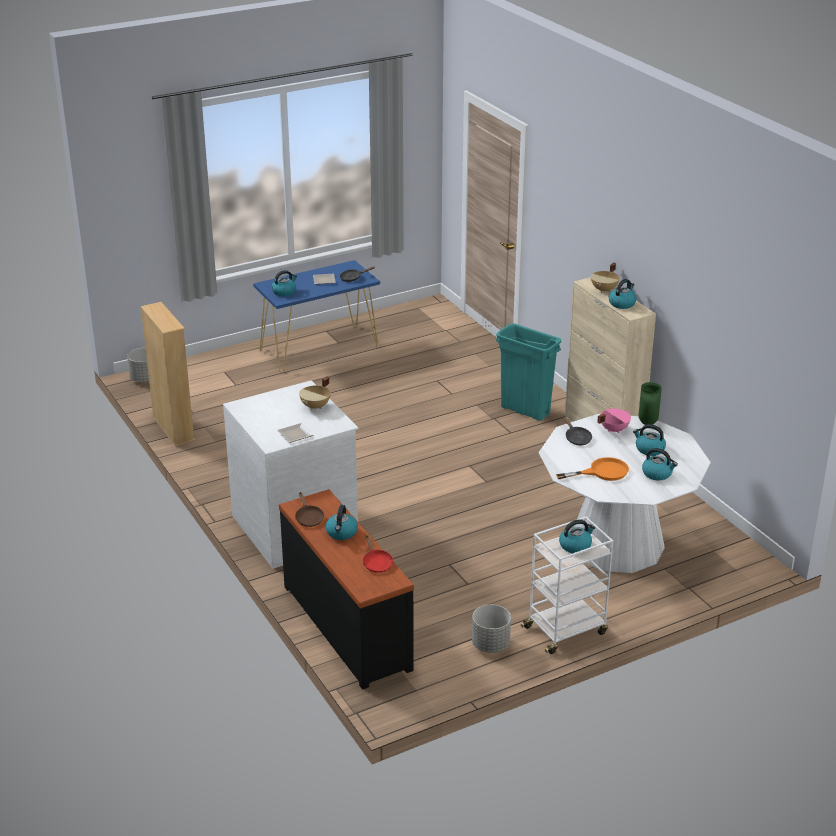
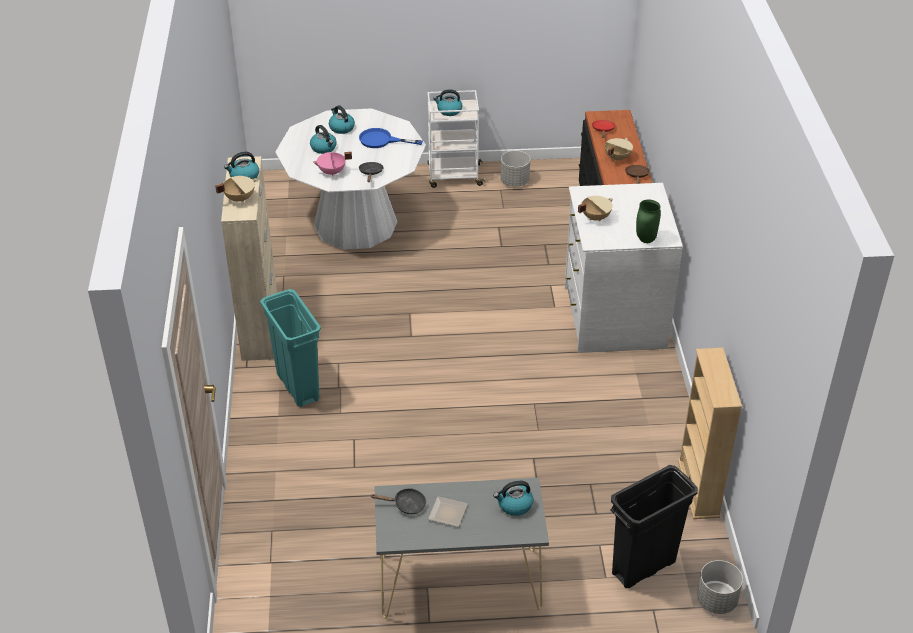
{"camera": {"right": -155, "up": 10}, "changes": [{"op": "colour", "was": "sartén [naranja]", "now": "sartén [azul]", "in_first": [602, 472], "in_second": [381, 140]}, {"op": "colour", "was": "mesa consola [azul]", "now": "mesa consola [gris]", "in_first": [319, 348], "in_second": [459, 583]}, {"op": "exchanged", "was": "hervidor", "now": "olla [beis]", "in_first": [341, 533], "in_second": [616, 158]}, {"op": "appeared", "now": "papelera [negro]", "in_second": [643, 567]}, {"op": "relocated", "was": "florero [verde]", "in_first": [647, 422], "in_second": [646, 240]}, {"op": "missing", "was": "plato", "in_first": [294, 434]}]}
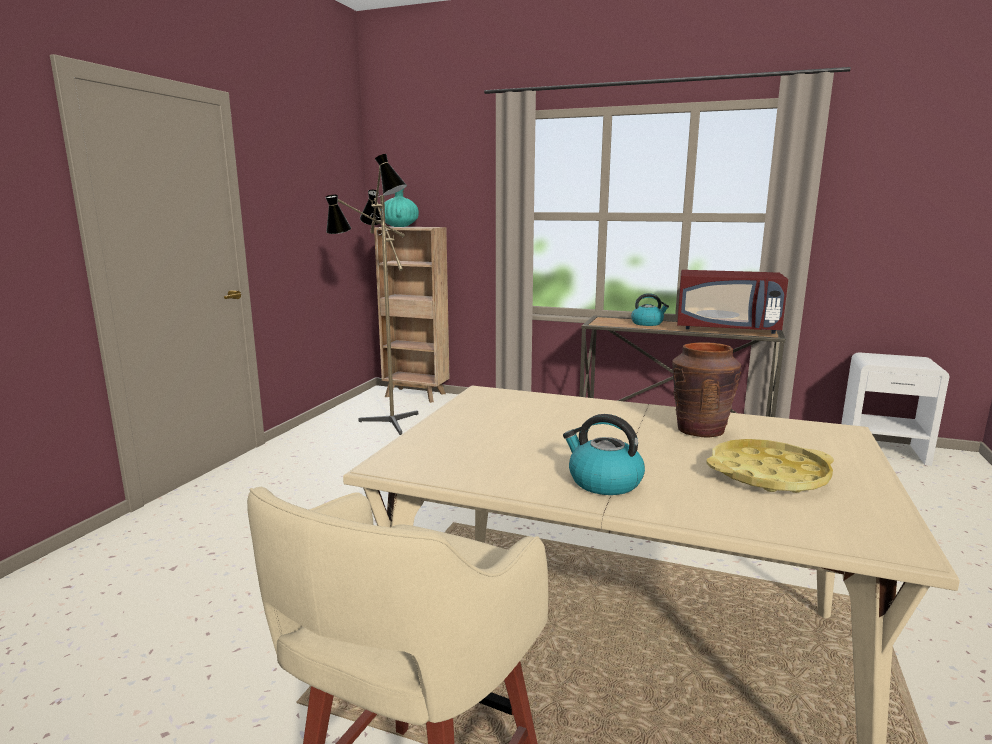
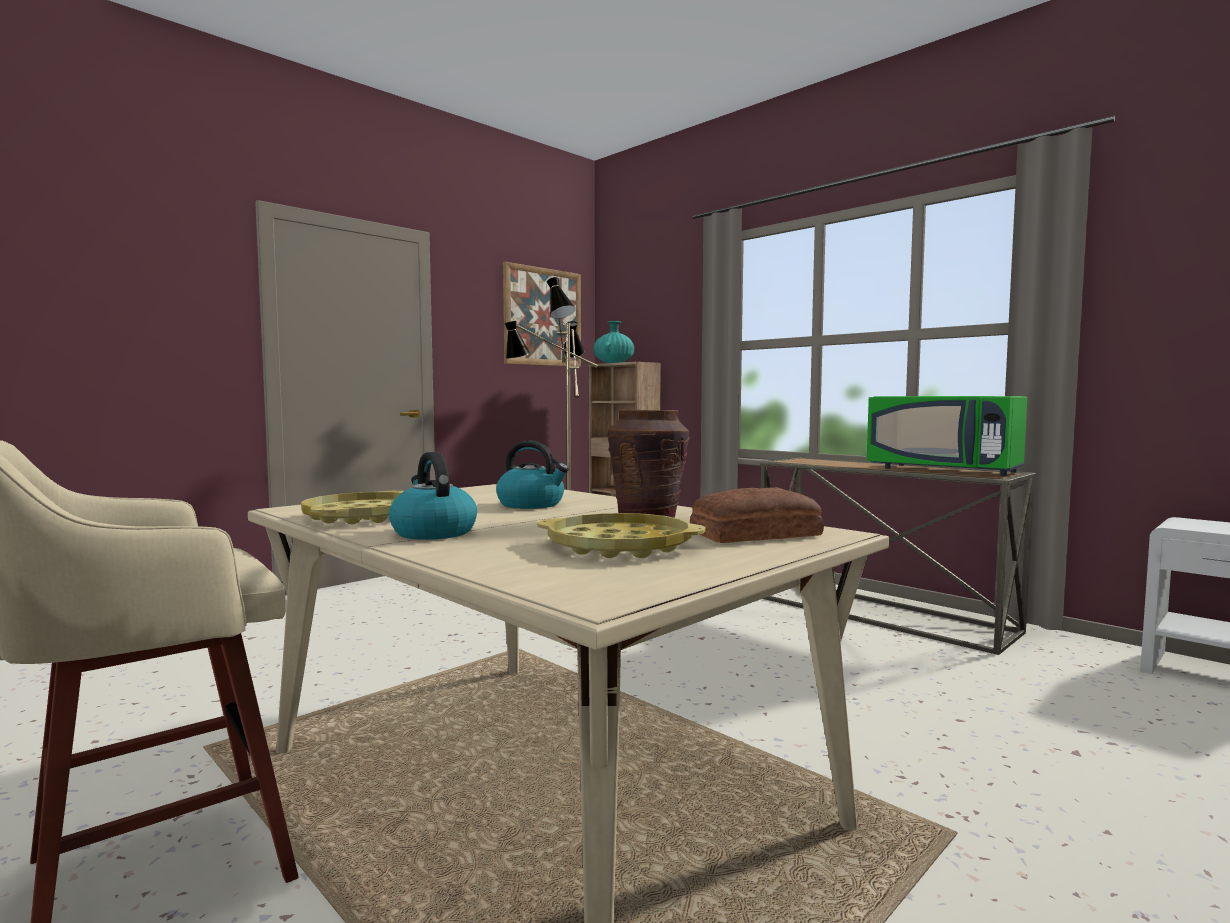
{"camera": {"right": 25, "up": -10}, "changes": [{"op": "appeared", "now": "bandeja [amarillo]", "in_second": [364, 517]}, {"op": "relocated", "was": "hervidor", "in_first": [647, 323], "in_second": [532, 504]}, {"op": "appeared", "now": "cuadro", "in_second": [542, 317]}, {"op": "appeared", "now": "pan", "in_second": [753, 534]}, {"op": "colour", "was": "microondas [rojo]", "now": "microondas [verde]", "in_first": [727, 329], "in_second": [944, 470]}]}
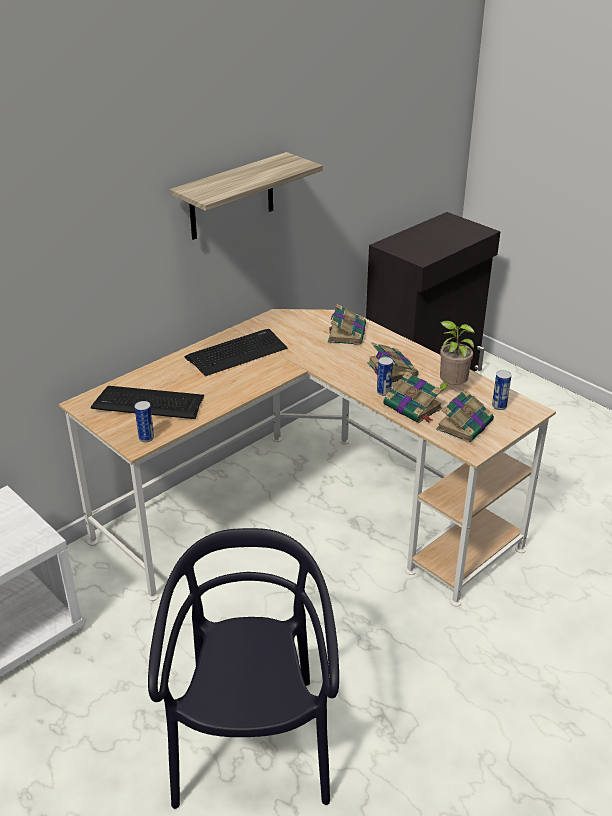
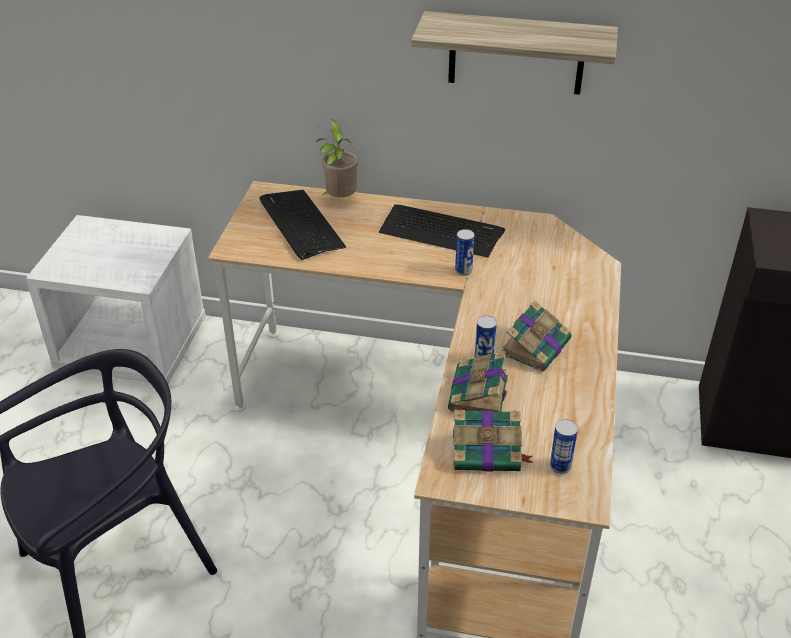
{"camera": {"right": 55, "up": 5}, "changes": [{"op": "relocated", "was": "planta en maceta", "in_first": [450, 388], "in_second": [339, 199]}, {"op": "relocated", "was": "lata", "in_first": [146, 438], "in_second": [463, 271]}, {"op": "missing", "was": "libro", "in_first": [347, 333]}]}
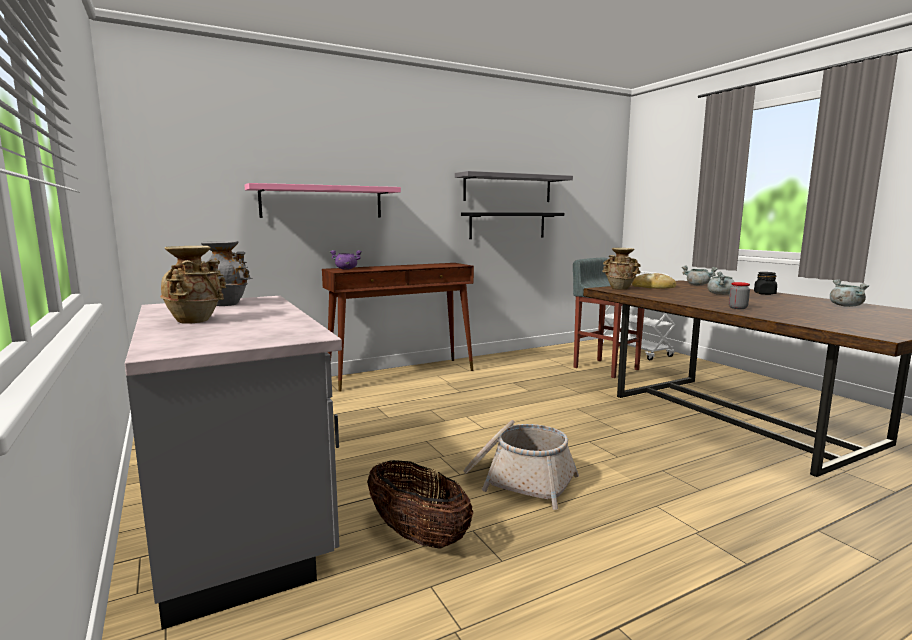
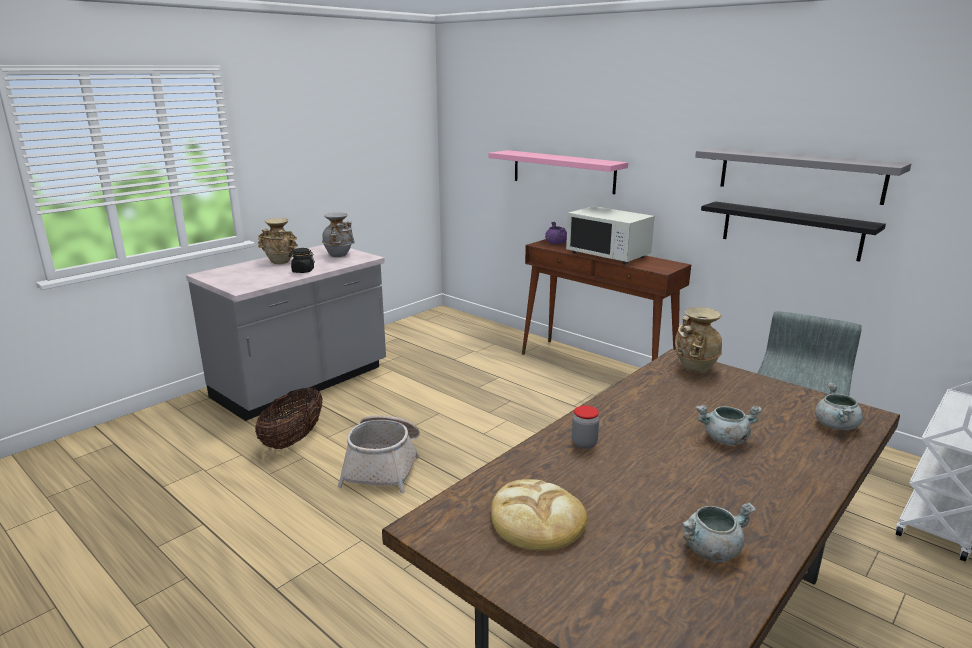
{"camera": {"right": 70, "up": 10}, "changes": [{"op": "relocated", "was": "tarro [negro]", "in_first": [764, 293], "in_second": [303, 271]}, {"op": "relocated", "was": "pan", "in_first": [654, 286], "in_second": [536, 520]}, {"op": "appeared", "now": "microondas [blanco]", "in_second": [608, 255]}]}
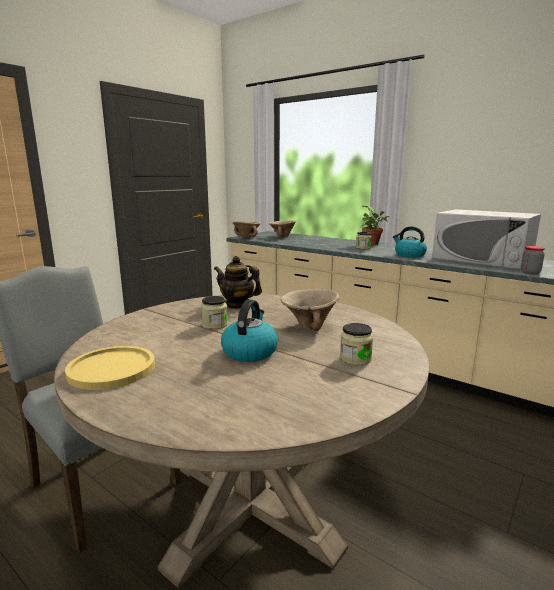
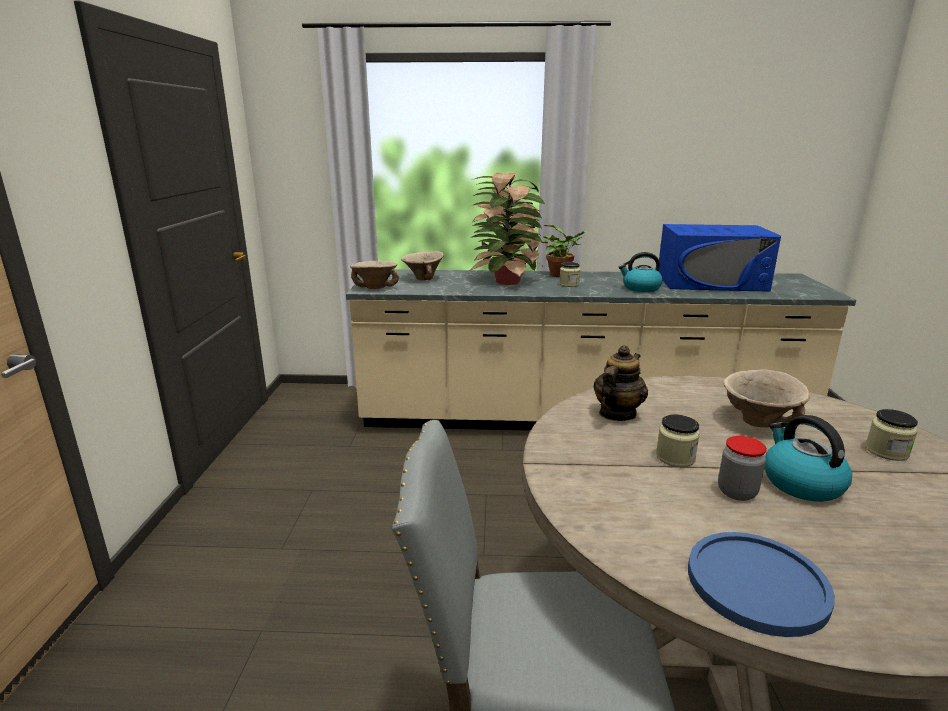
{"camera": {"right": -35, "up": 5}, "changes": [{"op": "appeared", "now": "planta en maceta", "in_second": [506, 281]}, {"op": "spun", "was": "tetera", "in_first": [237, 304], "in_second": [616, 414], "clockwise": 135}, {"op": "colour", "was": "microondas [blanco]", "now": "microondas [azul]", "in_first": [482, 259], "in_second": [711, 282]}, {"op": "colour", "was": "plato [amarillo]", "now": "plato [azul]", "in_first": [111, 369], "in_second": [756, 583]}, {"op": "relocated", "was": "tarro", "in_first": [530, 272], "in_second": [737, 492]}]}
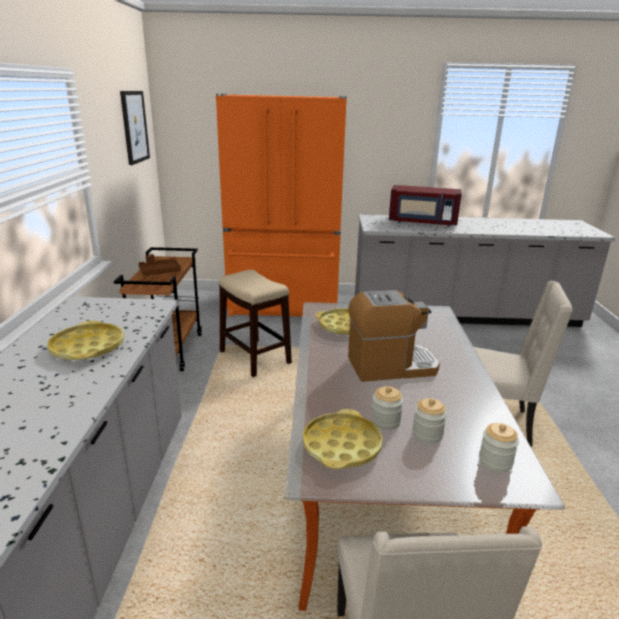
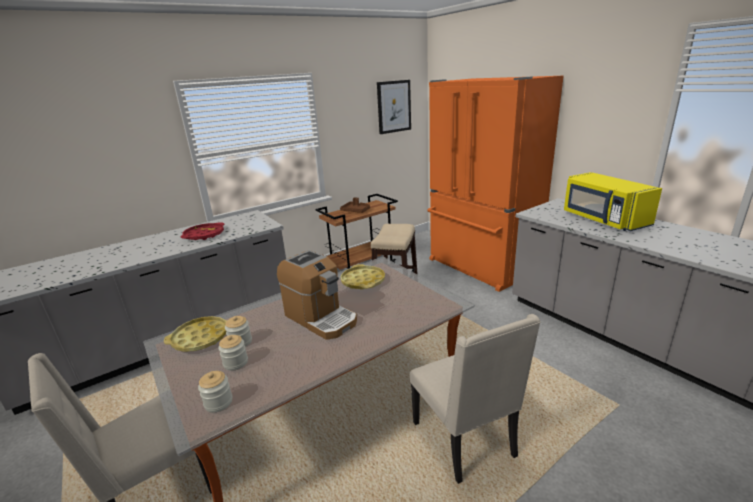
{"camera": {"right": 55, "up": 0}, "changes": [{"op": "colour", "was": "bandeja [amarillo]", "now": "bandeja [rojo]", "in_first": [87, 347], "in_second": [204, 235]}, {"op": "colour", "was": "microondas [rojo]", "now": "microondas [amarillo]", "in_first": [422, 223], "in_second": [603, 220]}]}
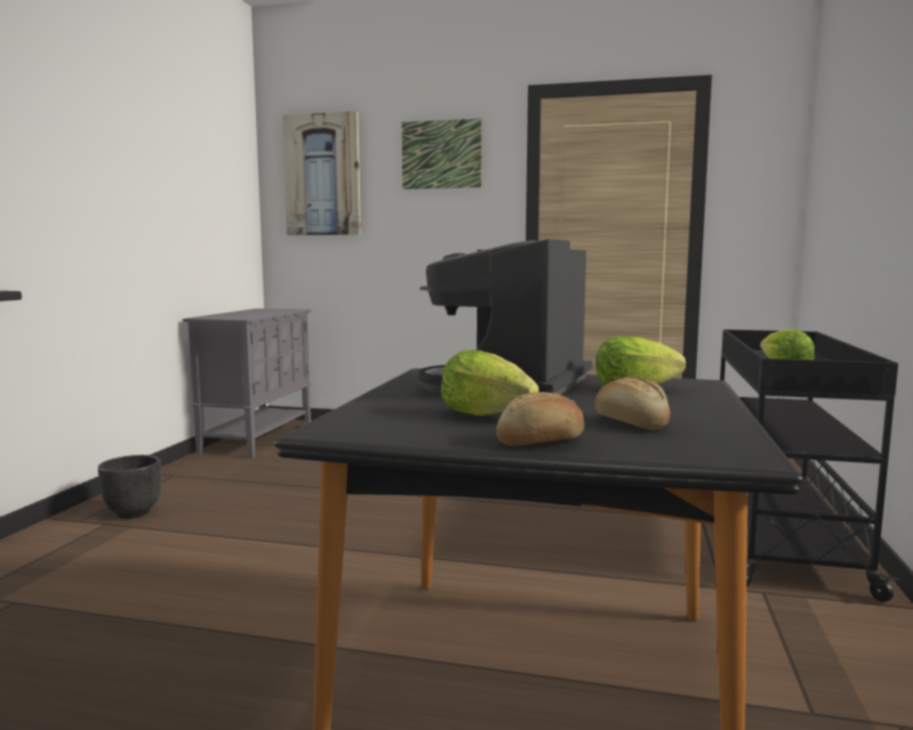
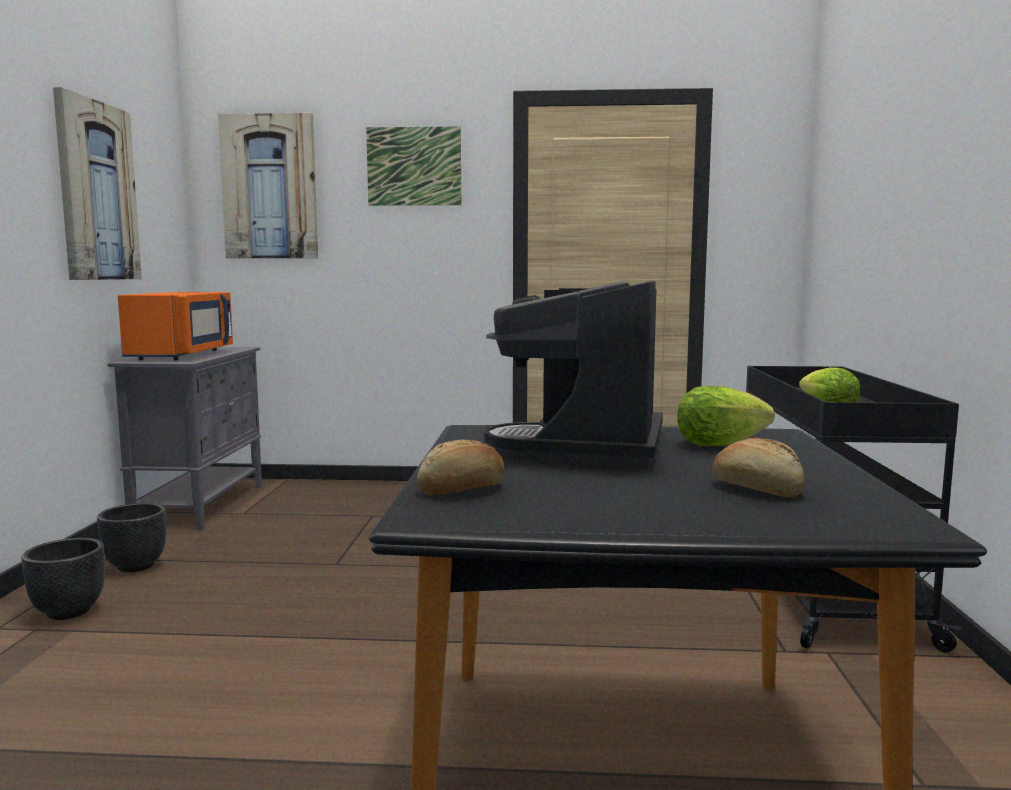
{"camera": {"right": -10, "up": 0}, "changes": [{"op": "appeared", "now": "cuadro", "in_second": [97, 191]}, {"op": "appeared", "now": "maceta [negro]", "in_second": [136, 566]}, {"op": "appeared", "now": "microondas [naranja]", "in_second": [184, 355]}, {"op": "relocated", "was": "pan", "in_first": [542, 442], "in_second": [463, 490]}, {"op": "missing", "was": "lechuga", "in_first": [485, 415]}]}
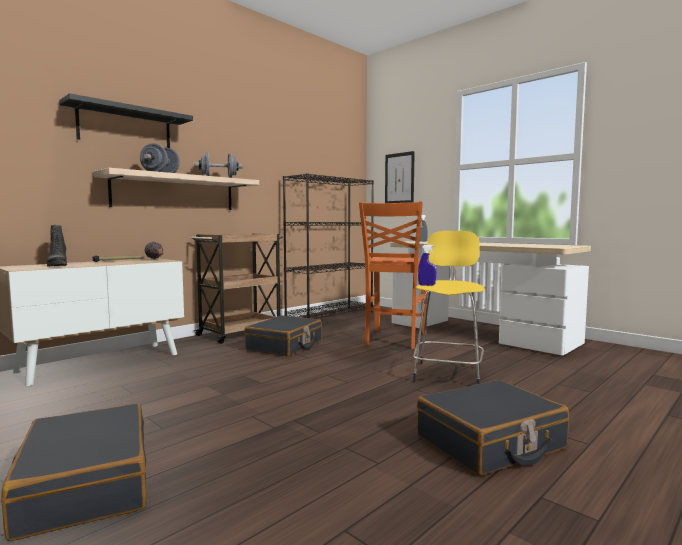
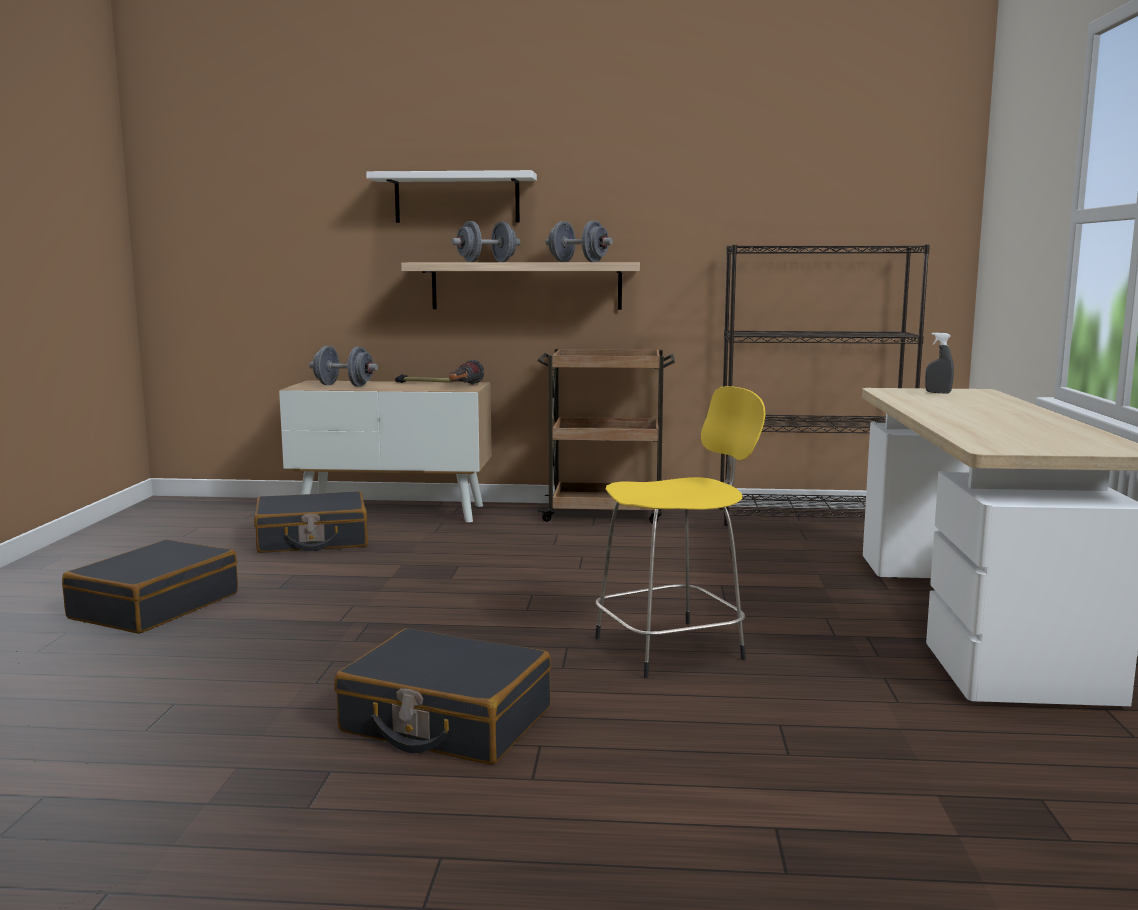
{"camera": {"right": 50, "up": 5}, "changes": [{"op": "relocated", "was": "maleta [negro]", "in_first": [285, 346], "in_second": [312, 540]}, {"op": "exchanged", "was": "bota [negro]", "now": "mancuerna [gris]", "in_first": [57, 265], "in_second": [344, 385]}, {"op": "colour", "was": "estante [negro]", "now": "estante [blanco]", "in_first": [125, 128], "in_second": [457, 198]}, {"op": "missing", "was": "silla [naranja]", "in_first": [394, 339]}, {"op": "missing", "was": "cuadro", "in_first": [399, 178]}, {"op": "missing", "was": "pulverizador [azul]", "in_first": [426, 285]}]}
